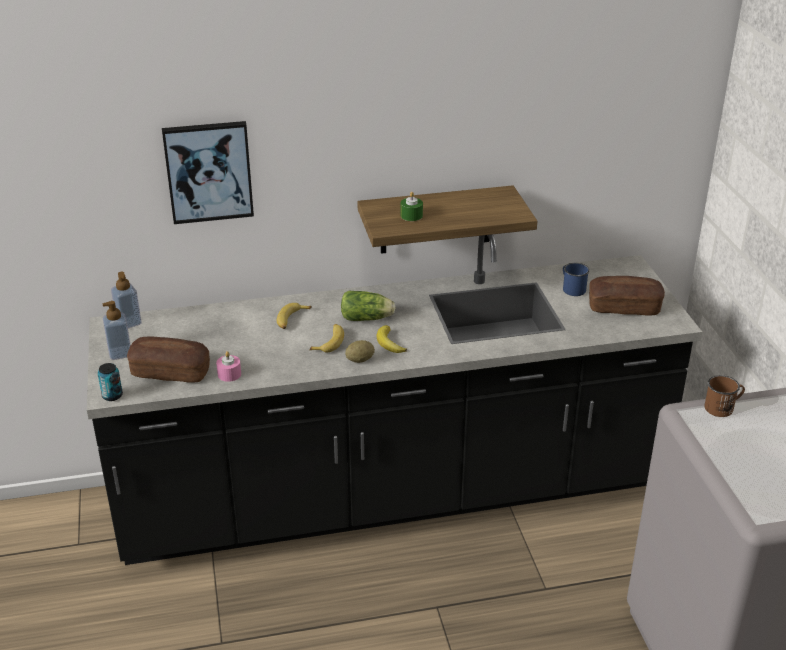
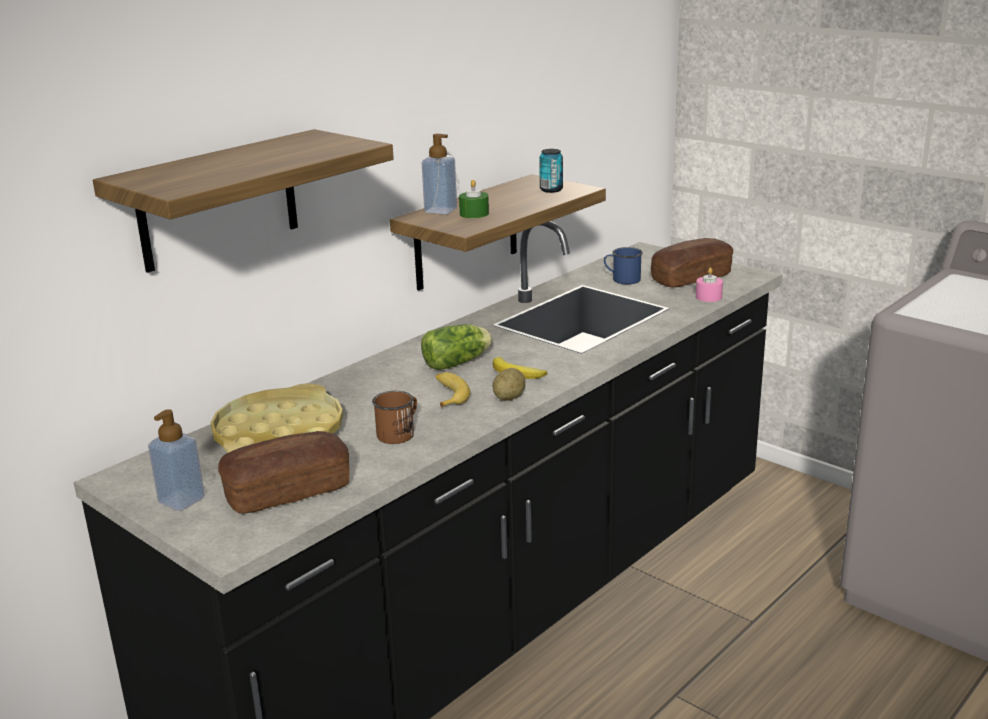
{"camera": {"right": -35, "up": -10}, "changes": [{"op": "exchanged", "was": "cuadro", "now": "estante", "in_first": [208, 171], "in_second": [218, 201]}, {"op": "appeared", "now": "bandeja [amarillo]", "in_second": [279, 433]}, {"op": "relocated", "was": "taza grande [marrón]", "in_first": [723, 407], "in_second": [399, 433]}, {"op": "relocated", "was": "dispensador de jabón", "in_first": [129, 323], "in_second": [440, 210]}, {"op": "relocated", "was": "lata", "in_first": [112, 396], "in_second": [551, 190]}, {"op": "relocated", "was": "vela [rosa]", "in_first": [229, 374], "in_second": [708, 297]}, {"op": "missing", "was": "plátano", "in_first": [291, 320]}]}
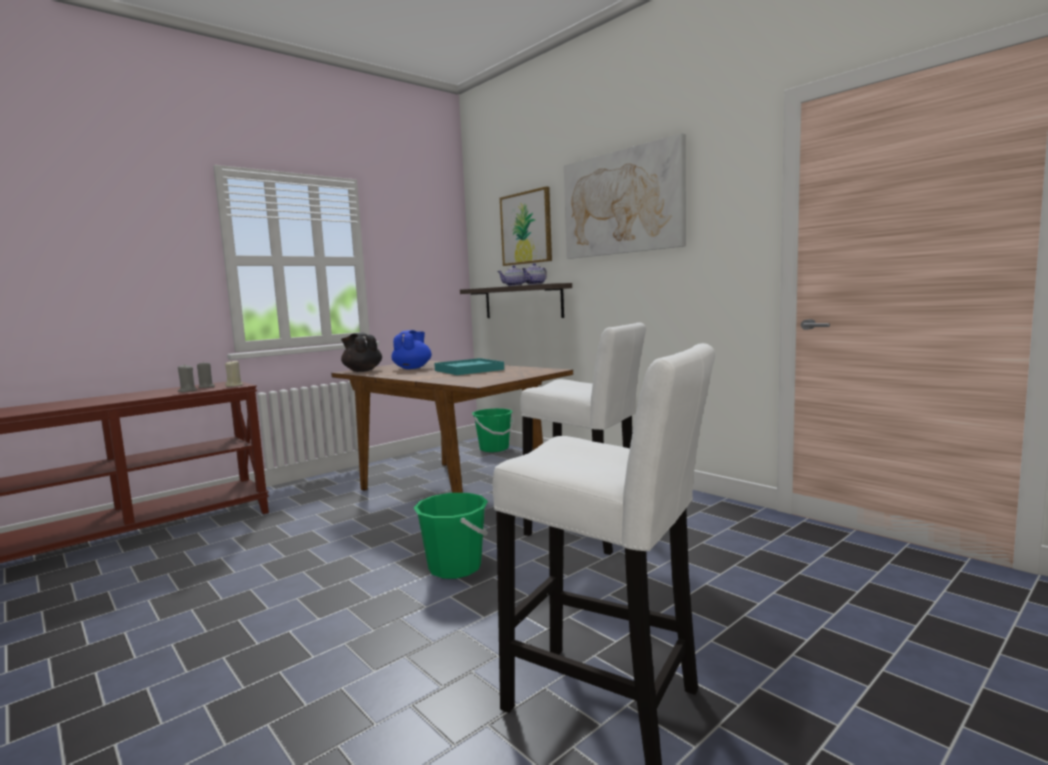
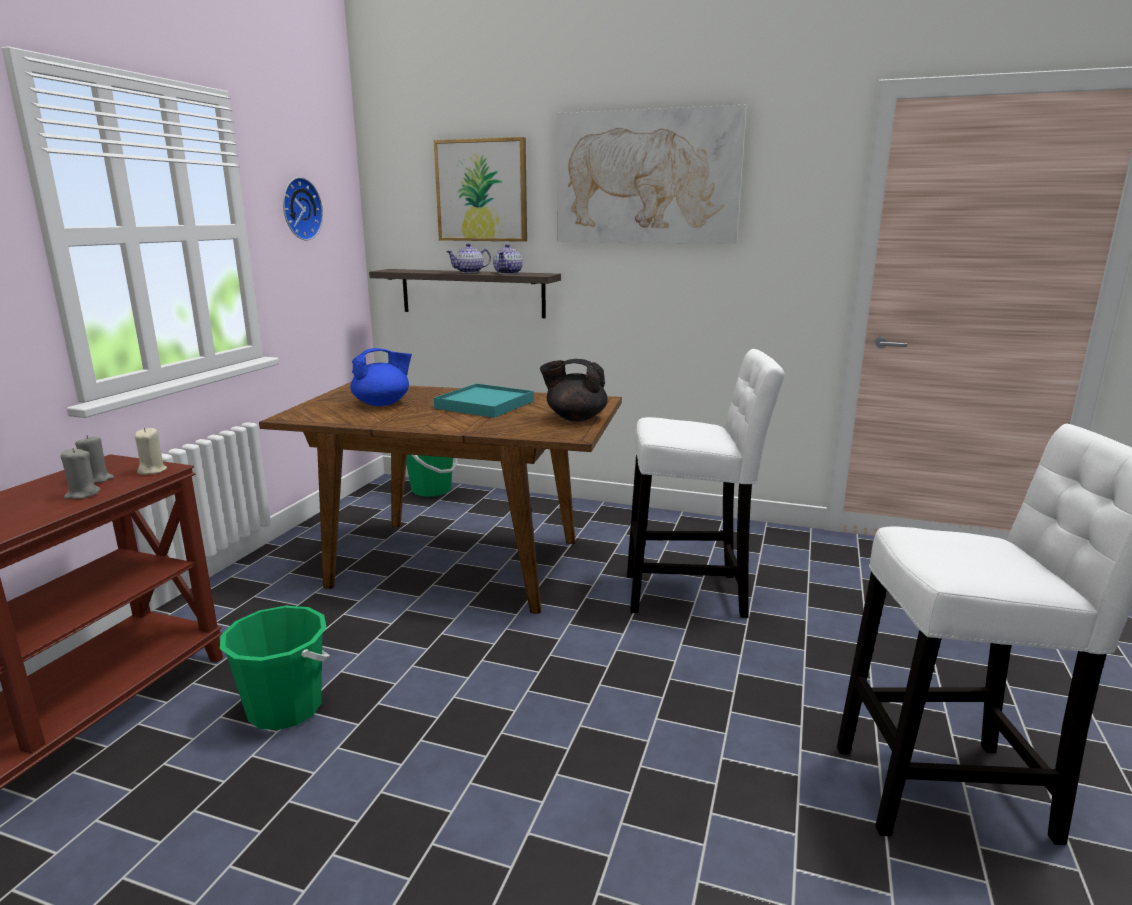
{"camera": {"right": -30, "up": 10}, "changes": [{"op": "relocated", "was": "cubo [verde]", "in_first": [455, 567], "in_second": [285, 708]}, {"op": "appeared", "now": "reloj de pared", "in_second": [299, 209]}, {"op": "spun", "was": "tetera [azul]", "in_first": [413, 368], "in_second": [383, 404], "clockwise": 75}, {"op": "relocated", "was": "tetera [negro]", "in_first": [362, 370], "in_second": [575, 418]}]}
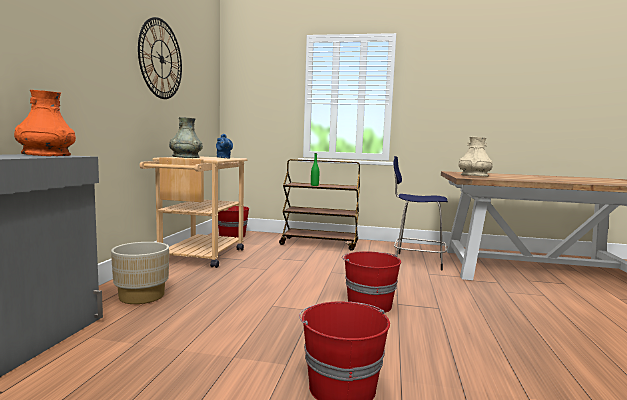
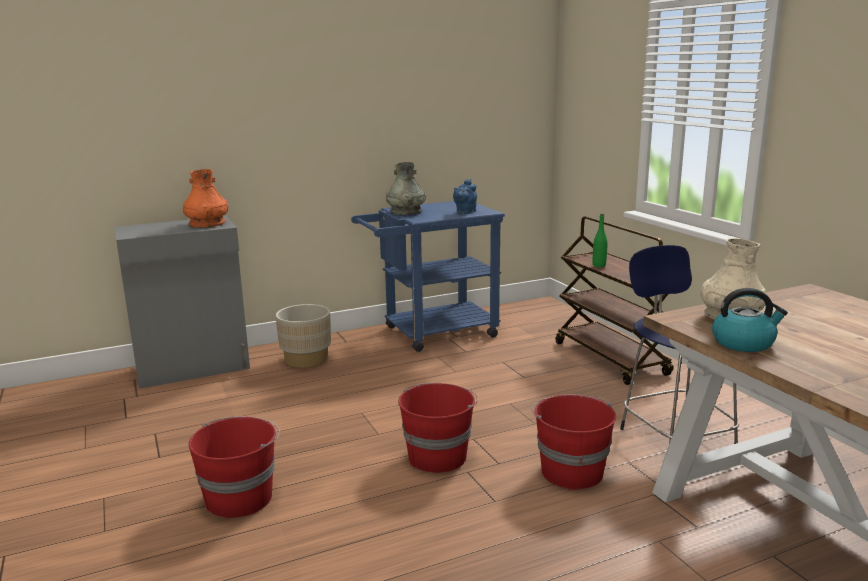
{"camera": {"right": 55, "up": 10}, "changes": [{"op": "colour", "was": "carrito [beis]", "now": "carrito [azul]", "in_first": [199, 258], "in_second": [431, 333]}, {"op": "relocated", "was": "cubo [rojo]", "in_first": [231, 235], "in_second": [571, 471]}, {"op": "appeared", "now": "hervidor", "in_second": [743, 343]}, {"op": "missing", "was": "reloj de pared", "in_first": [161, 59]}]}
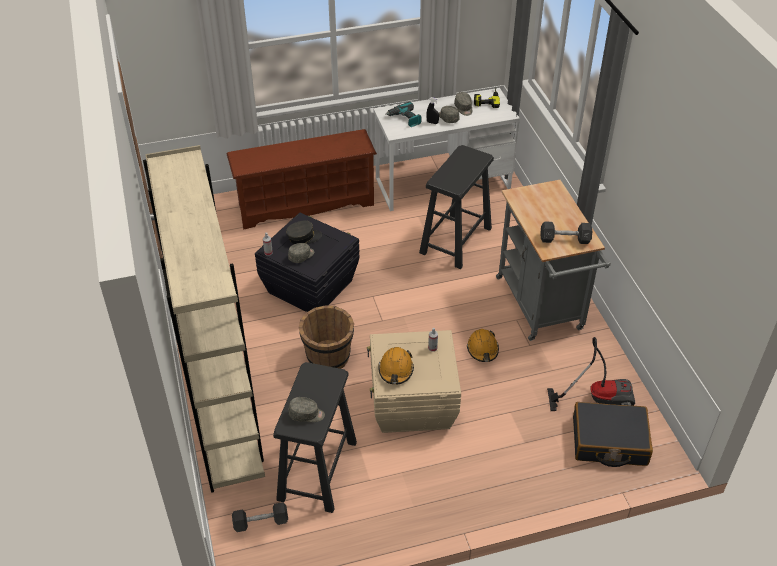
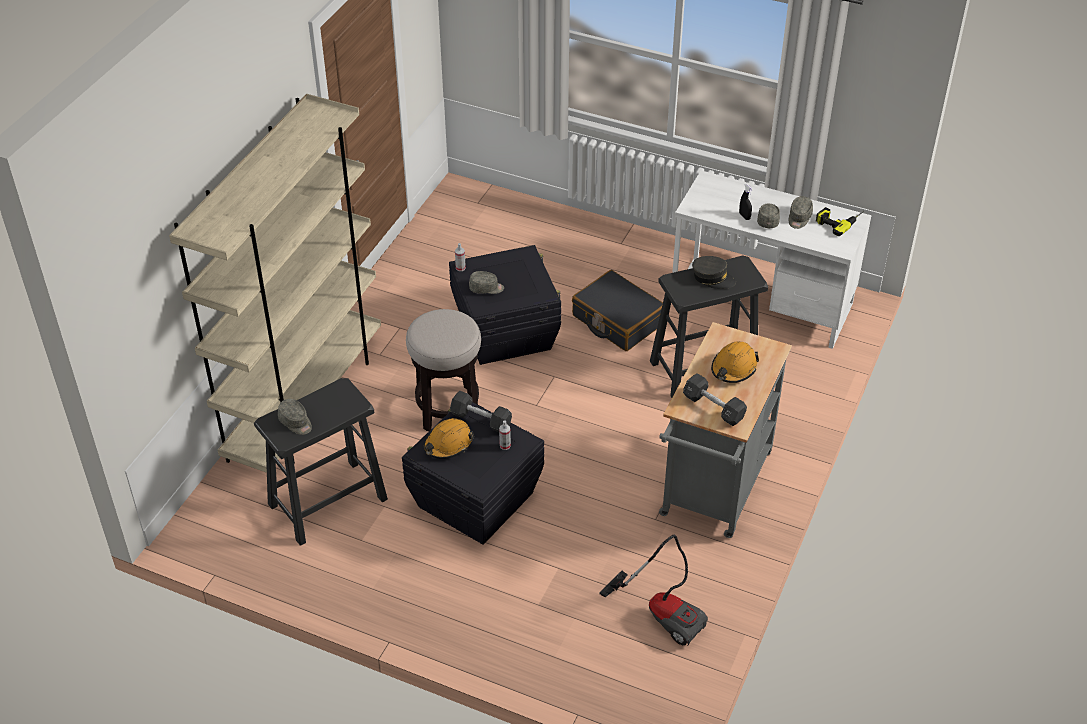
{"camera": {"right": 40, "up": 0}, "changes": [{"op": "colour", "was": "caja de almacenaje [beis]", "now": "caja de almacenaje [negro]", "in_first": [412, 404], "in_second": [474, 500]}, {"op": "exchanged", "was": "cubo [marrón]", "now": "taburete", "in_first": [328, 357], "in_second": [447, 409]}, {"op": "relocated", "was": "mancuerna [negro]", "in_first": [261, 522], "in_second": [481, 419]}, {"op": "relocated", "was": "maleta [negro]", "in_first": [609, 442], "in_second": [617, 320]}, {"op": "relocated", "was": "gorra [gris]", "in_first": [303, 237], "in_second": [712, 278]}, {"op": "relocated", "was": "casco [naranja]", "in_first": [482, 349], "in_second": [733, 368]}, {"op": "missing", "was": "zapatero [marrón]", "in_first": [305, 204]}, {"op": "missing", "was": "taladro", "in_first": [405, 119]}]}
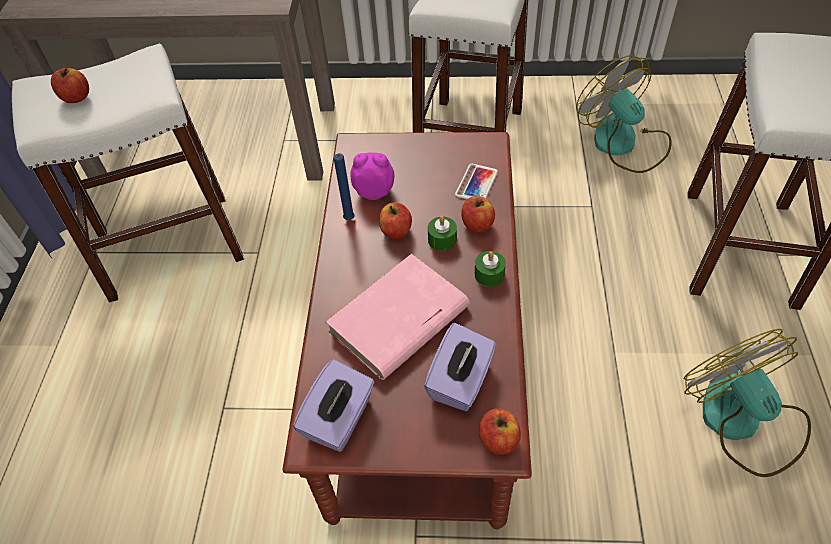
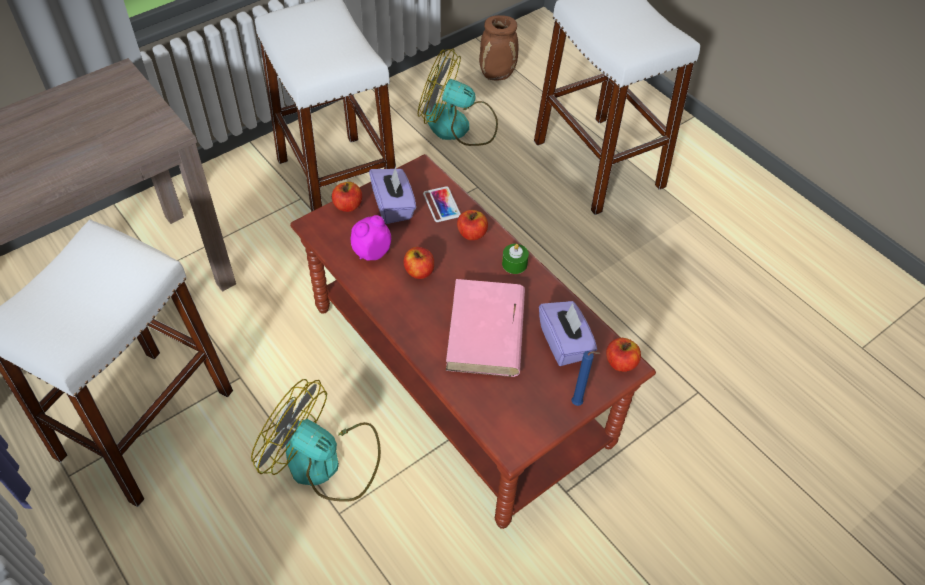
{"camera": {"right": -45, "up": 0}, "changes": [{"op": "relocated", "was": "ventilador", "in_first": [742, 422], "in_second": [325, 462]}, {"op": "relocated", "was": "manzana", "in_first": [76, 97], "in_second": [348, 206]}, {"op": "relocated", "was": "caja de pañuelos [morado]", "in_first": [339, 419], "in_second": [393, 206]}, {"op": "appeared", "now": "florero [marrón]", "in_second": [497, 75]}, {"op": "relocated", "was": "vela [azul]", "in_first": [350, 220], "in_second": [578, 404]}, {"op": "missing", "was": "vela [verde]", "in_first": [442, 239]}]}
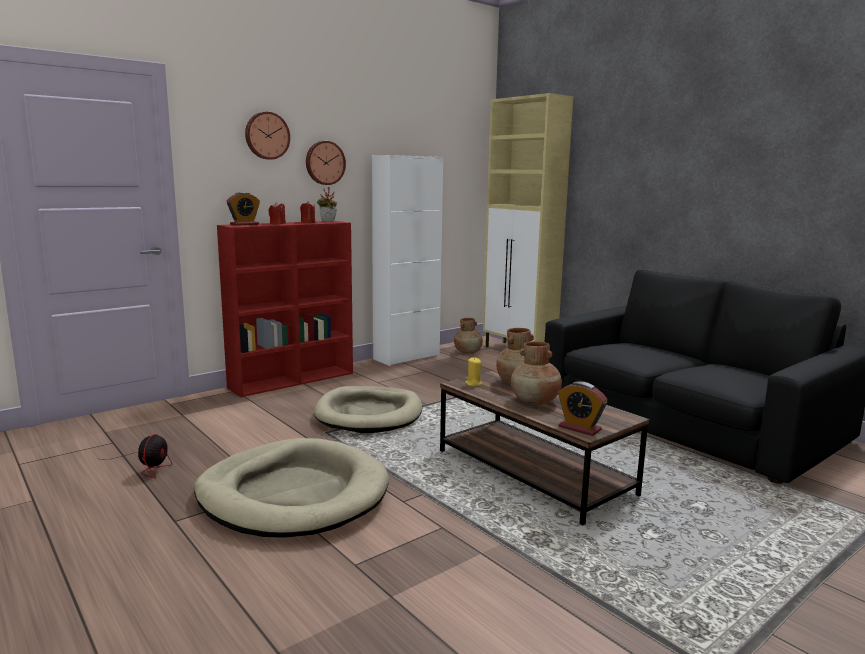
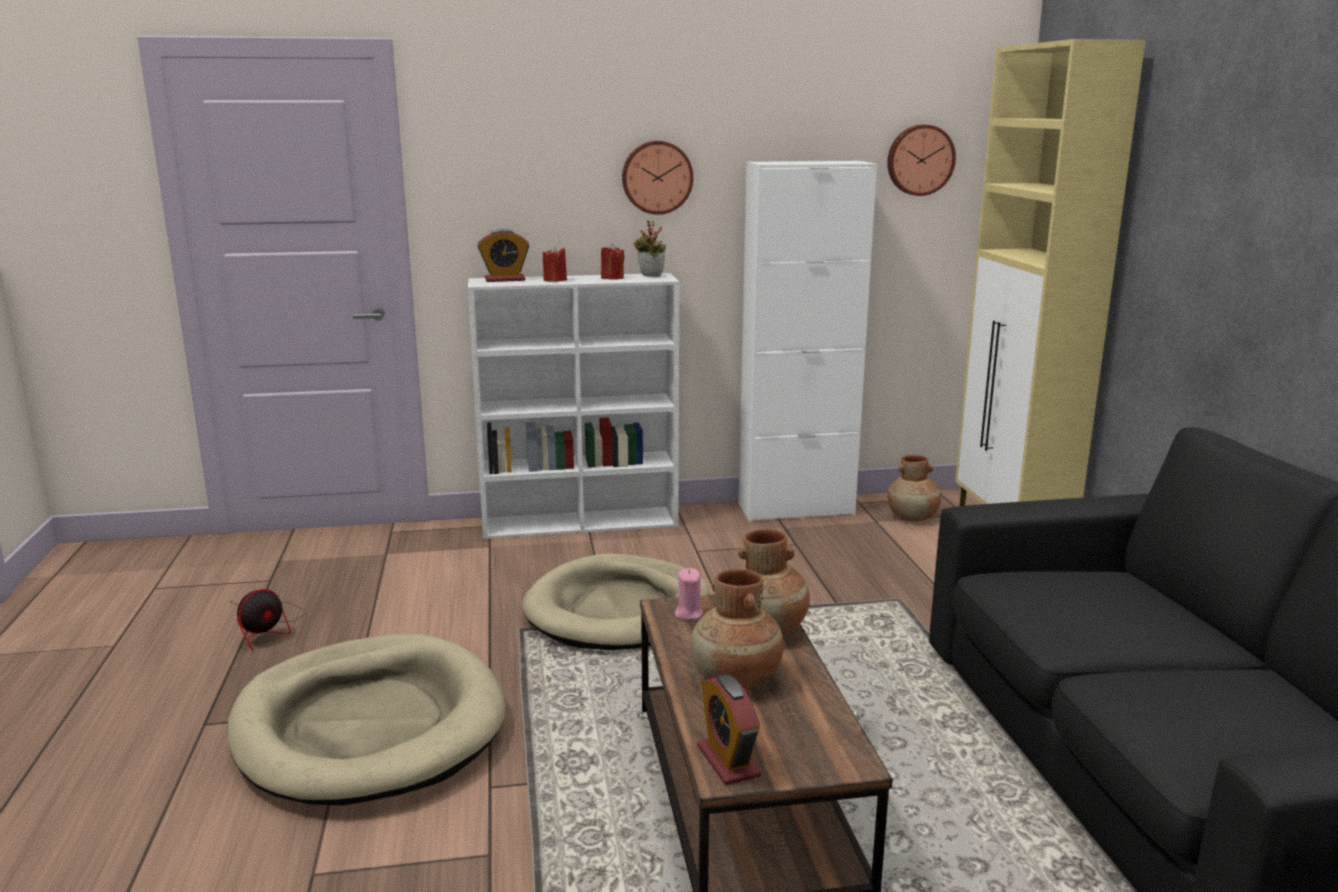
{"camera": {"right": 30, "up": 5}, "changes": [{"op": "colour", "was": "estantería [rojo]", "now": "estantería [blanco]", "in_first": [293, 380], "in_second": [582, 522]}, {"op": "colour", "was": "vela [amarillo]", "now": "vela [rosa]", "in_first": [473, 384], "in_second": [688, 614]}, {"op": "relocated", "was": "reloj de pared", "in_first": [266, 135], "in_second": [919, 160]}]}
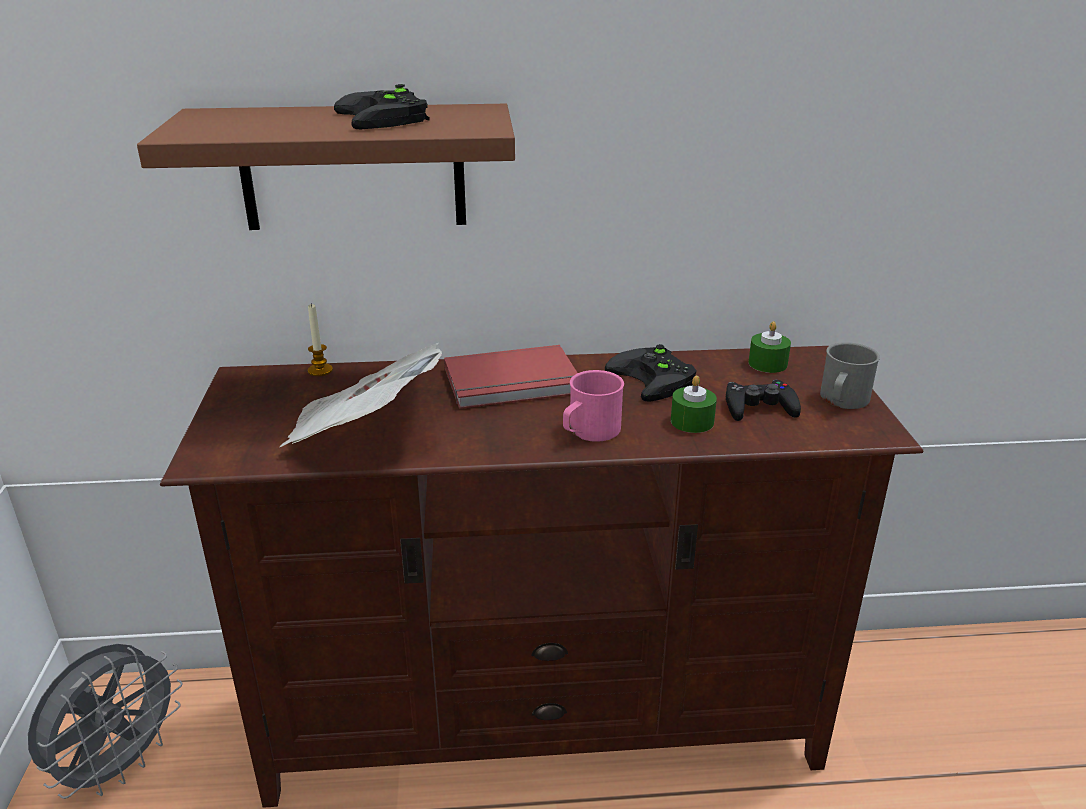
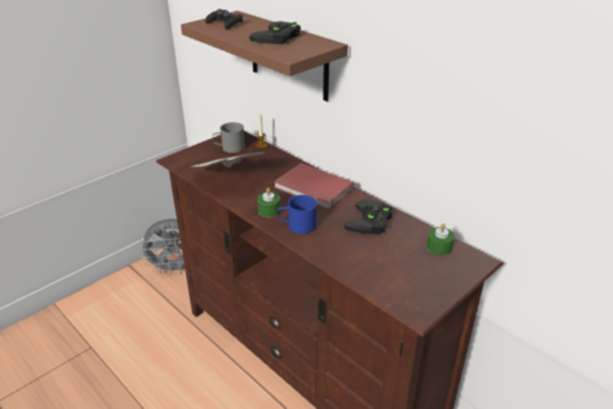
{"camera": {"right": 50, "up": 5}, "changes": [{"op": "relocated", "was": "mando de consola [negro]", "in_first": [759, 407], "in_second": [225, 24]}, {"op": "relocated", "was": "taza grande [gris]", "in_first": [842, 401], "in_second": [229, 148]}, {"op": "relocated", "was": "vela [verde]", "in_first": [692, 421], "in_second": [269, 210]}, {"op": "colour", "was": "taza grande [rosa]", "now": "taza grande [azul]", "in_first": [589, 432], "in_second": [297, 226]}]}
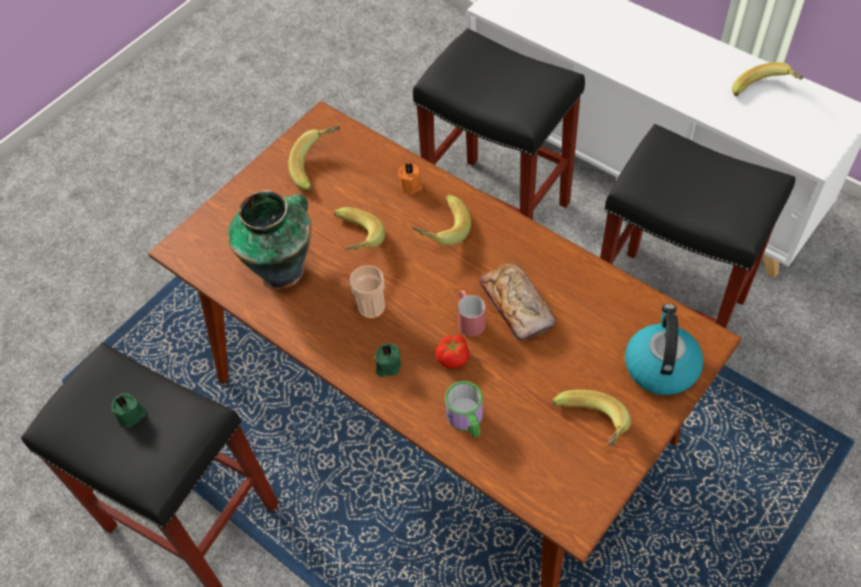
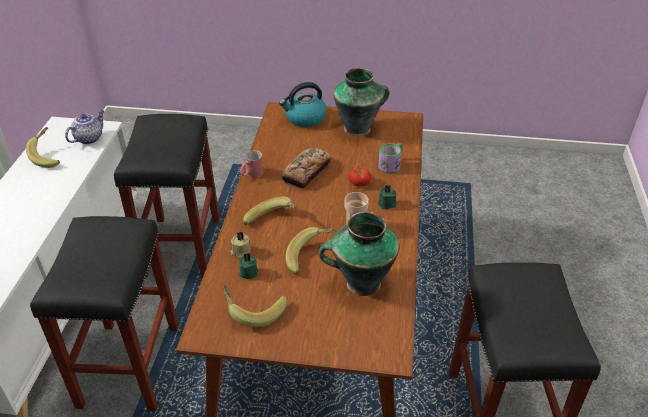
{"camera": {"right": -125, "up": -15}, "changes": [{"op": "appeared", "now": "tetera", "in_second": [89, 138]}, {"op": "colour", "was": "vela [naranja]", "now": "vela [beis]", "in_first": [411, 184], "in_second": [240, 251]}, {"op": "relocated", "was": "vela [verde]", "in_first": [132, 415], "in_second": [248, 272]}, {"op": "relocated", "was": "taza grande [rojo]", "in_first": [469, 319], "in_second": [251, 175]}, {"op": "exchanged", "was": "plátano", "now": "florero", "in_first": [589, 428], "in_second": [358, 128]}]}
